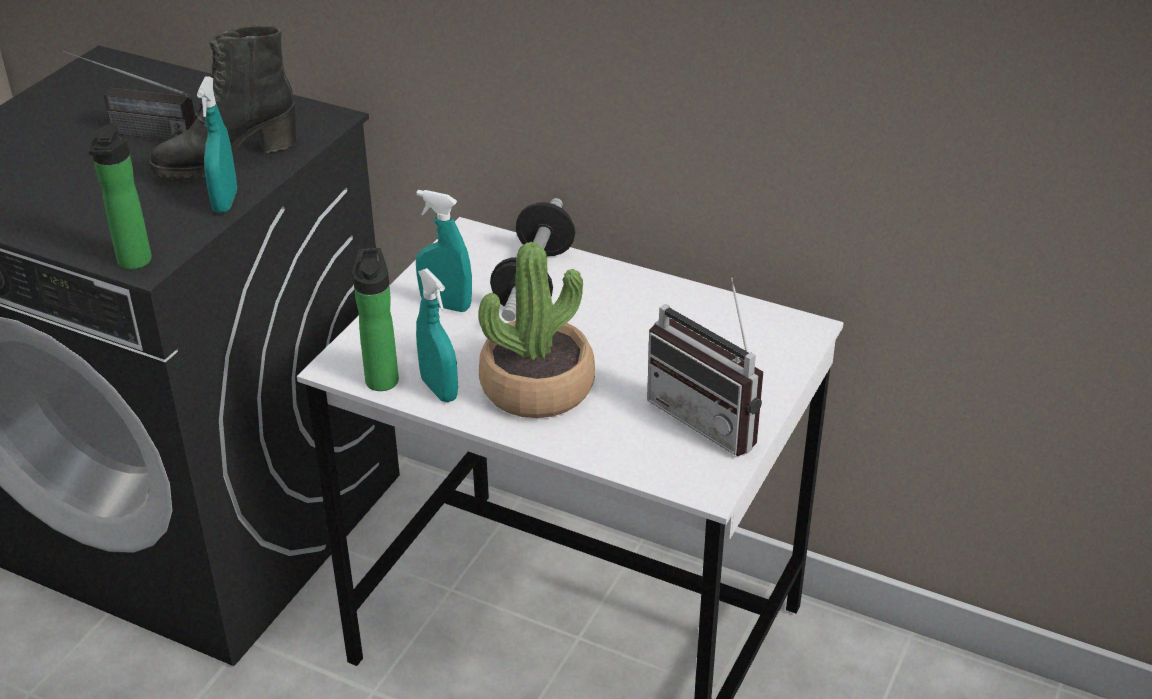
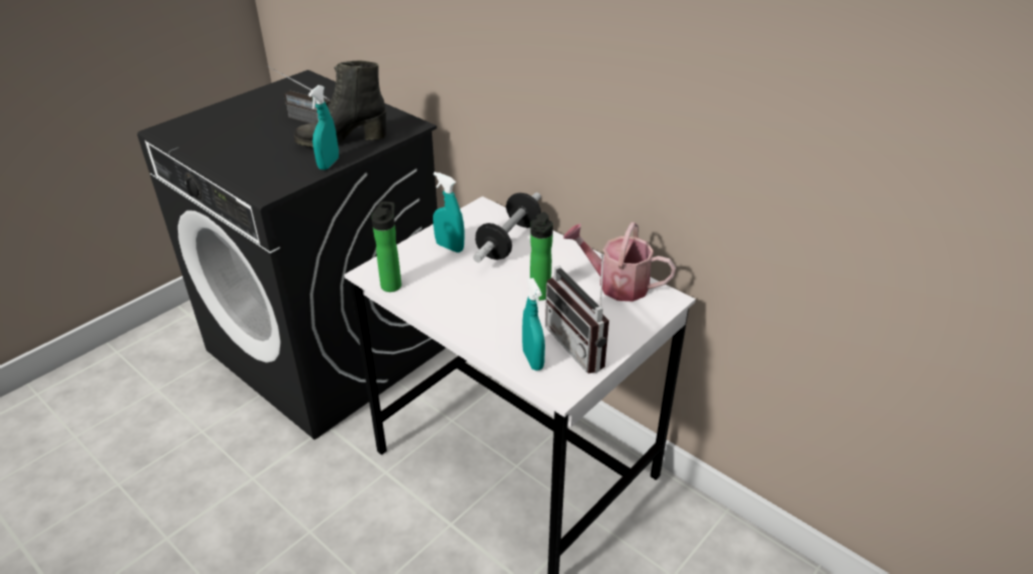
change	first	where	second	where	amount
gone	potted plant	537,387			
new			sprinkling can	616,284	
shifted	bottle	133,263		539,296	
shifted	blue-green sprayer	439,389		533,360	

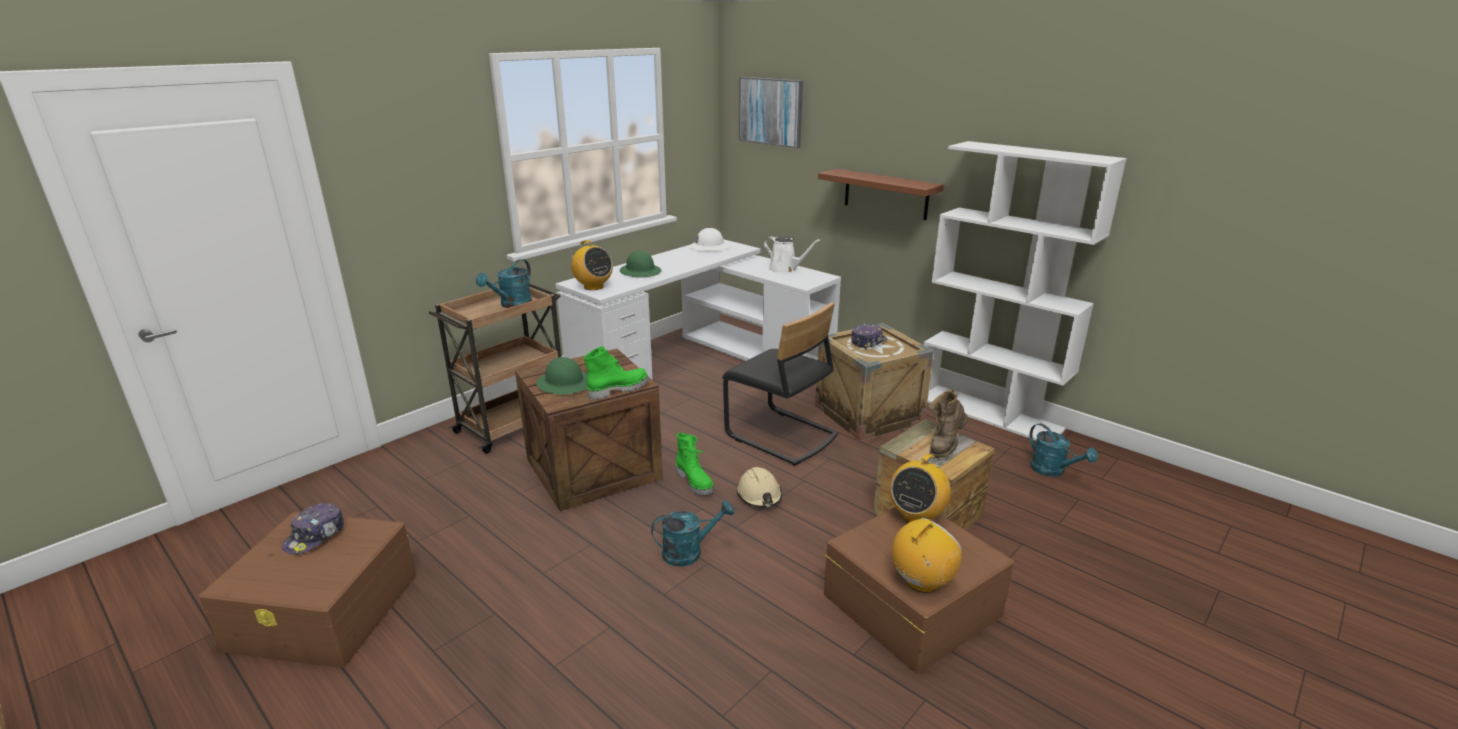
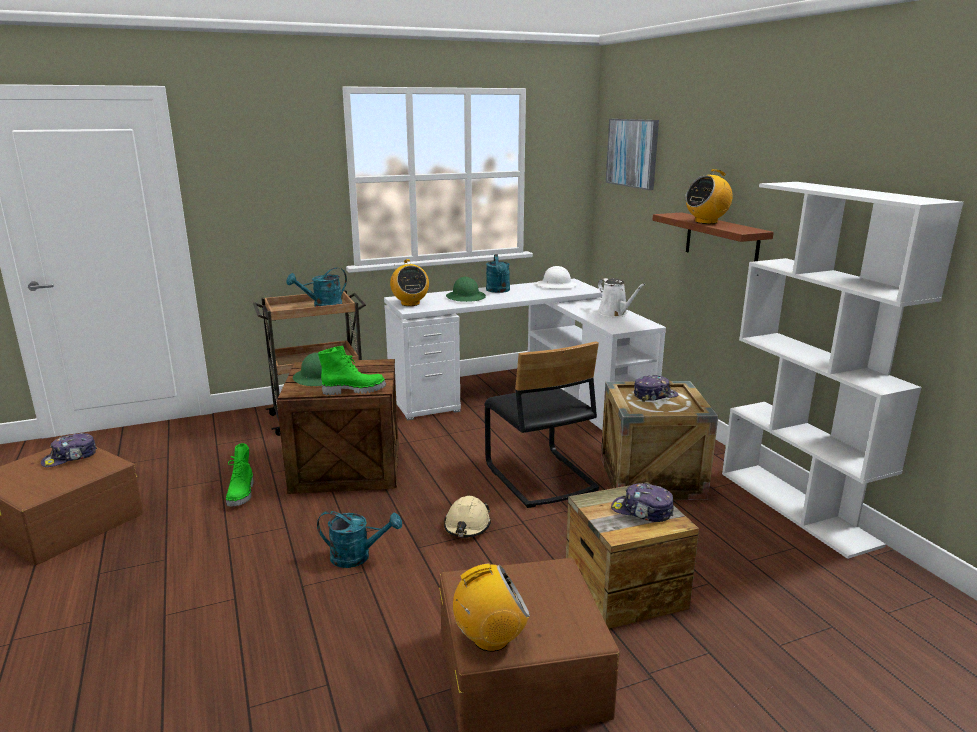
change	first	where	second	where	amount
shifted	greenish high-top boot	695,482		242,494	
shifted	radio set	916,516		706,222	
shifted	blue-green sprinkling can	1053,471		498,291	
swapped	brownish high-top boot	945,445	baseball cap	642,511	

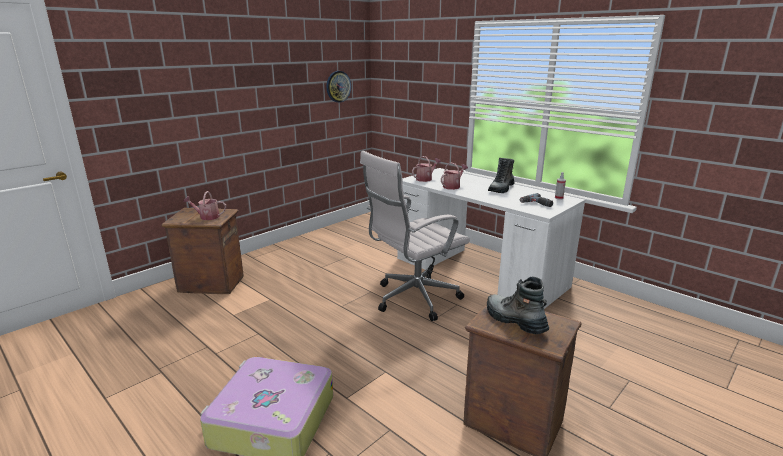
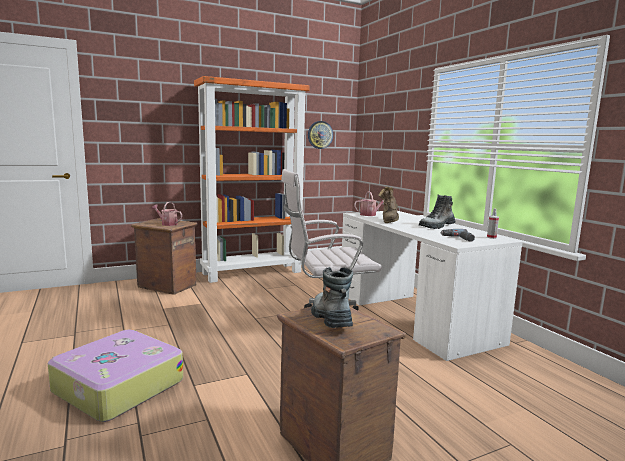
change	first	where	second	where	amount
new			orange-coloured shelving unit	253,272	
swapped	sprinkling can	453,186	brownish high-top boot	389,220	

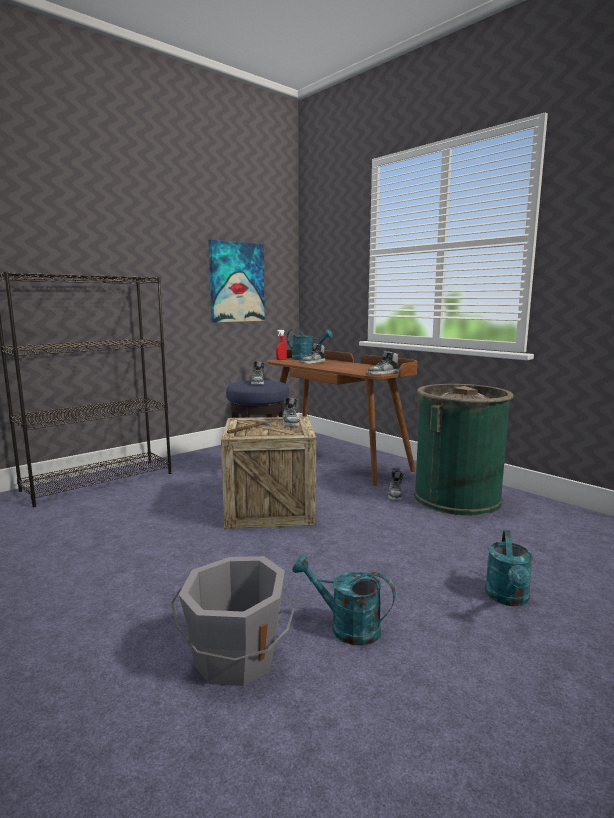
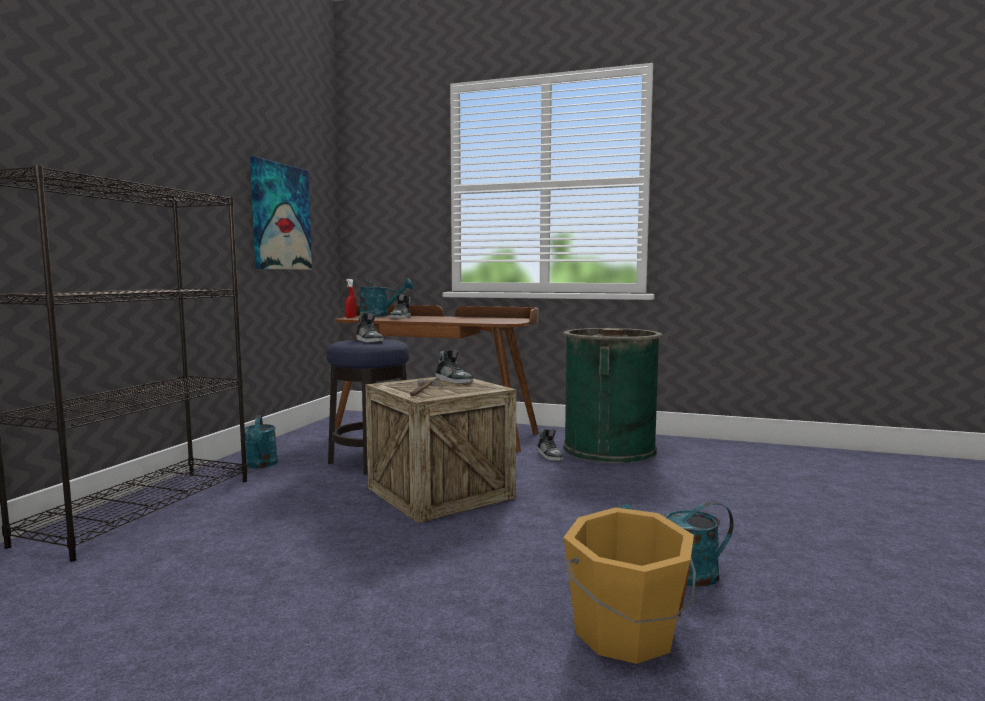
change	first	where	second	where	amount
gone	item of footwear	383,373			
shifted	blue-green sprinkling can	508,598		260,465	
repainted	greyish bucket	235,659	orange-coloured bucket	626,633	

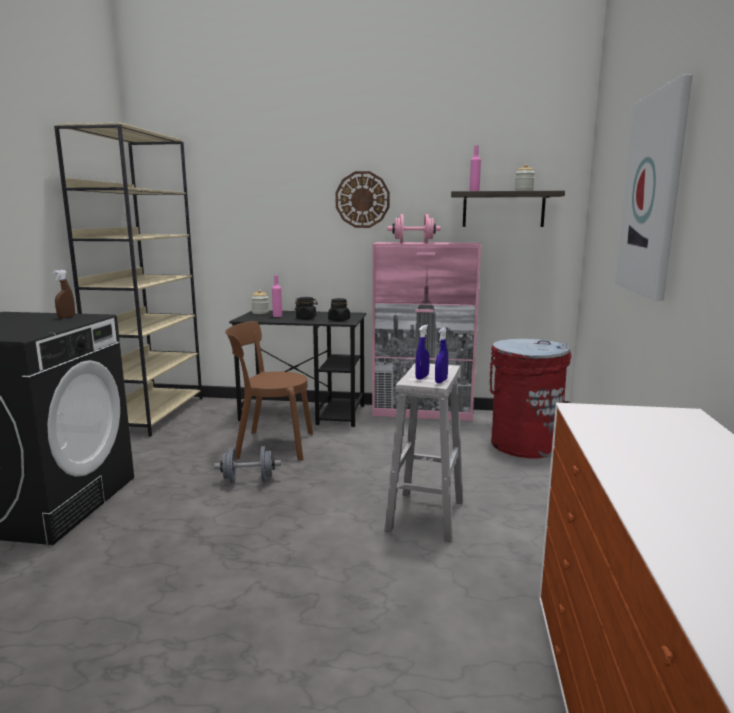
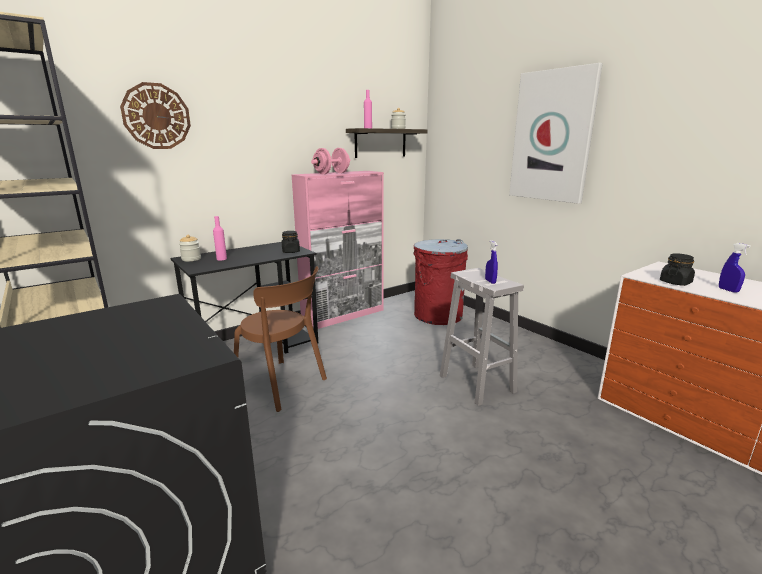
change	first	where	second	where	amount
gone	brownish sprayer	66,317			
gone	greyish dumbbell	248,480			
shifted	black-coloured preserve jar	306,318		675,282	
shifted	wall clock	362,199		156,116	
shifted	bluish sprayer	441,381		728,290	
rotated	brownish chair	270,445		283,386	105 degrees counterclockwise

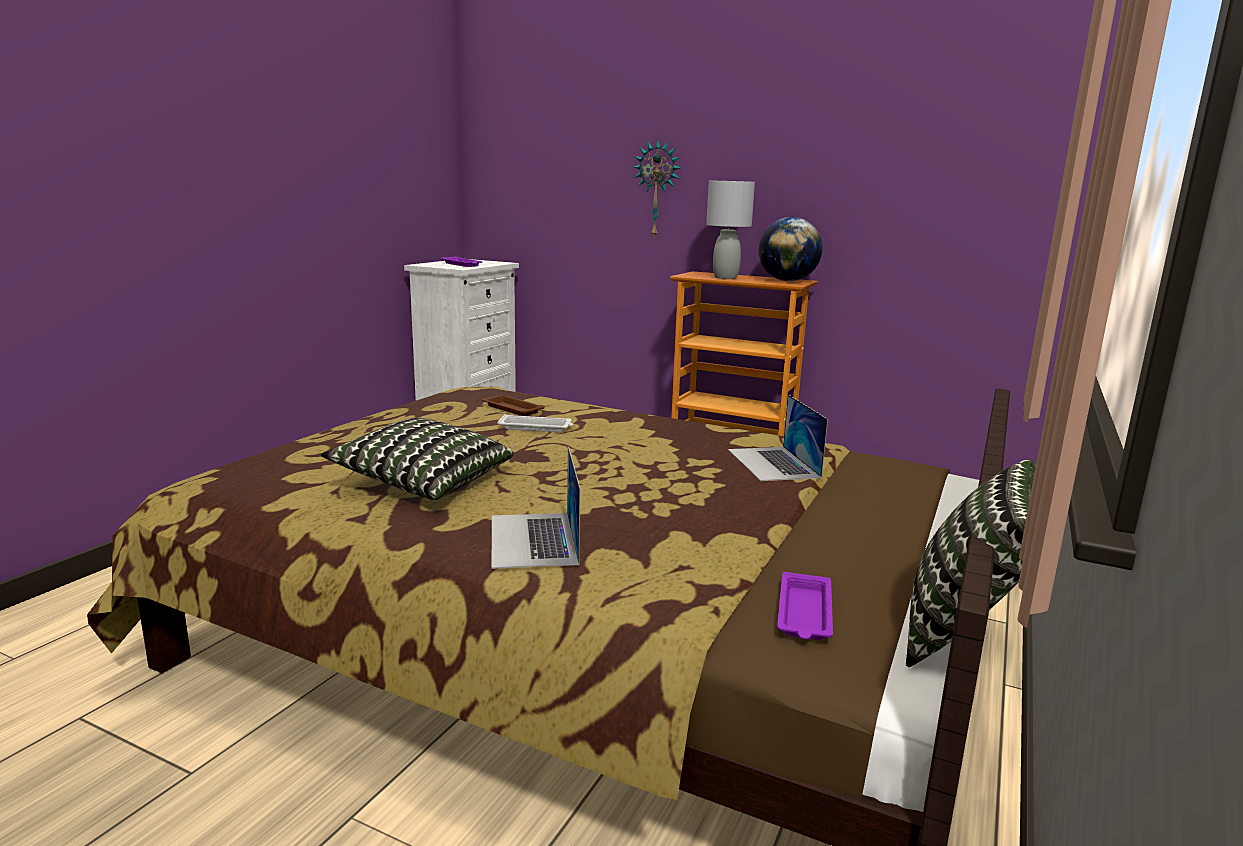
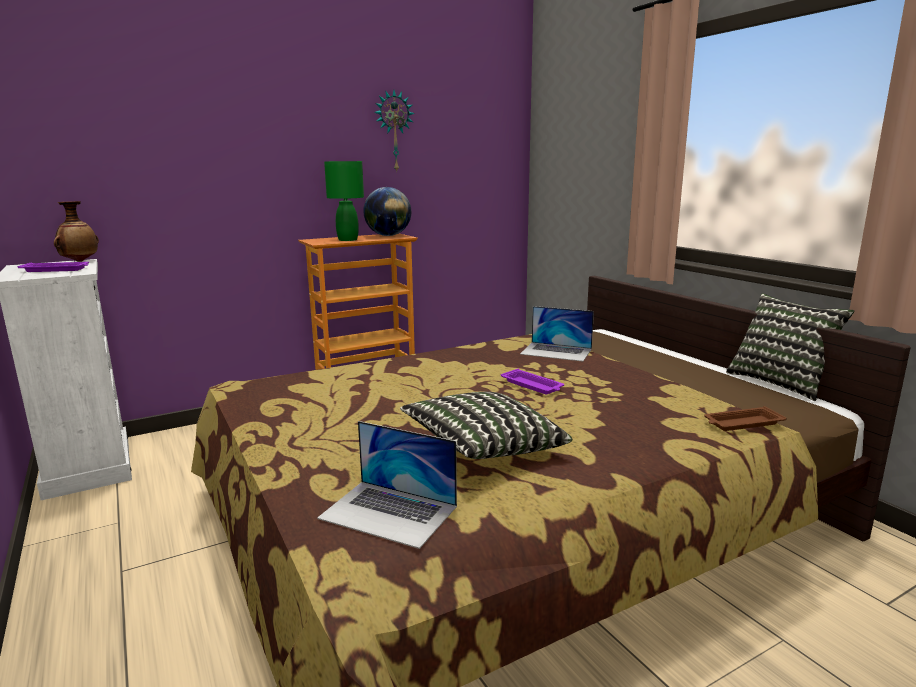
change	first	where	second	where	amount
gone	white carrying tray	536,427			
new			flower vase	79,261	
shifted	brownish carrying tray	512,409		742,423	
shifted	notebook computer	533,539		389,512	
shifted	wall clock	657,189		393,131	
shifted	purple-coloured carrying tray	804,614		532,385	
repainted	greyish tabletop lamp	725,277	greenish tabletop lamp	347,240	

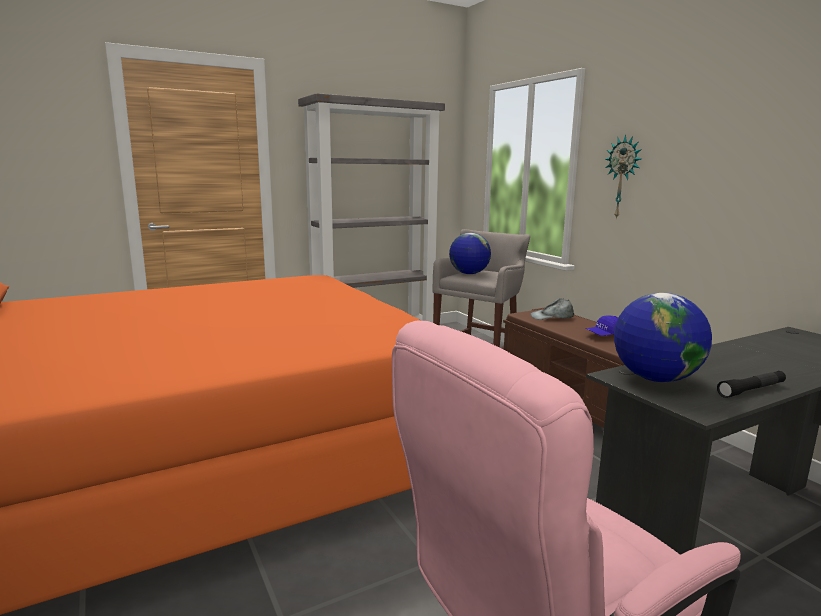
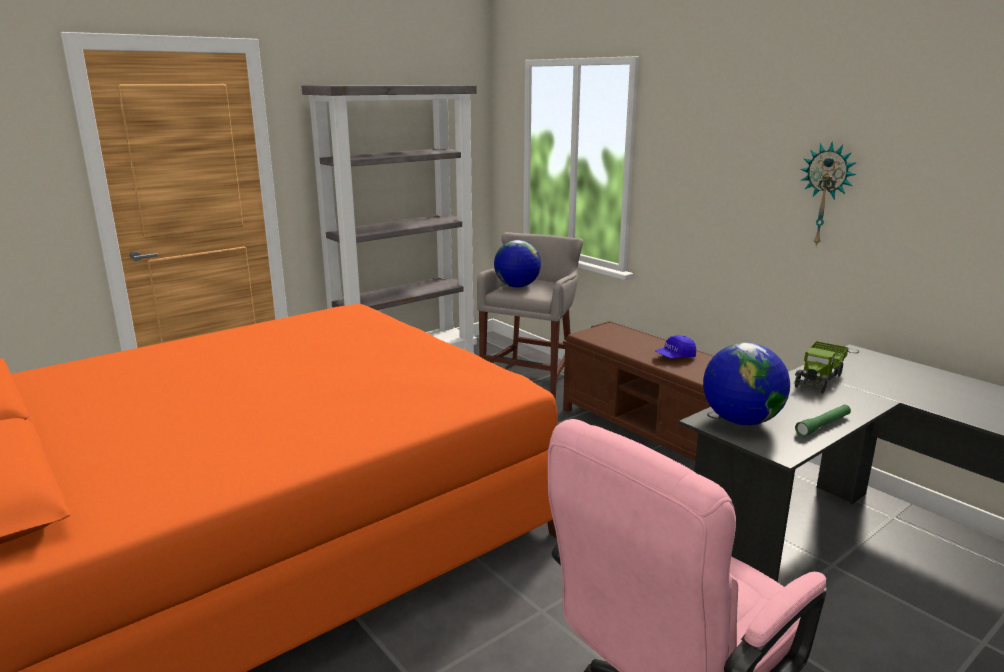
change	first	where	second	where	amount
gone	greyish baseball cap	552,316			
new			toy truck	819,379	
shifted	wall clock	623,177		826,195	
repainted	black-coloured flashlight	751,390	greenish flashlight	823,425	

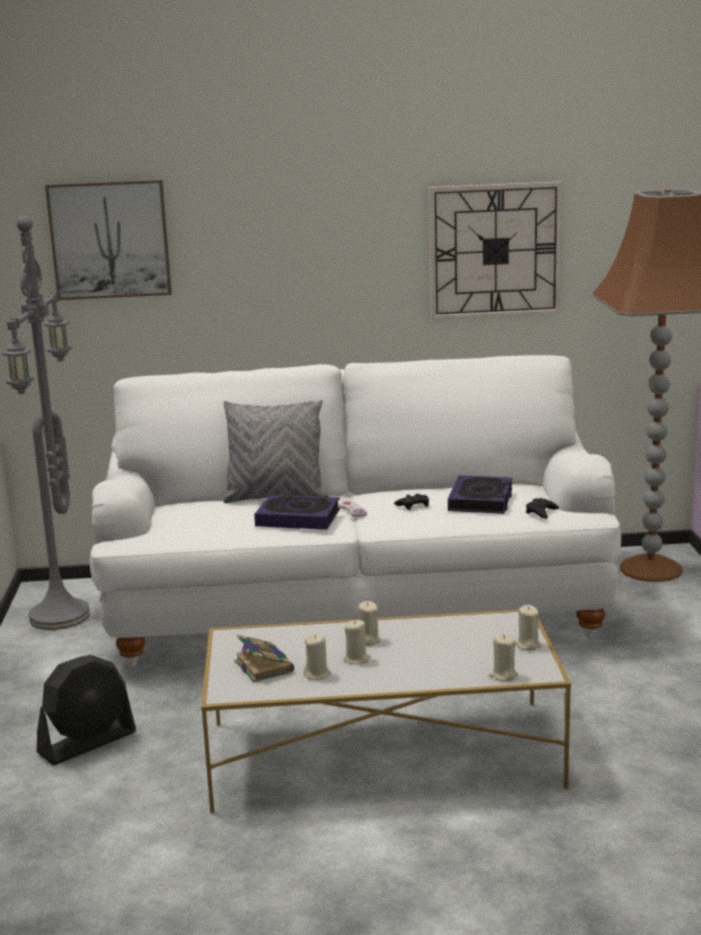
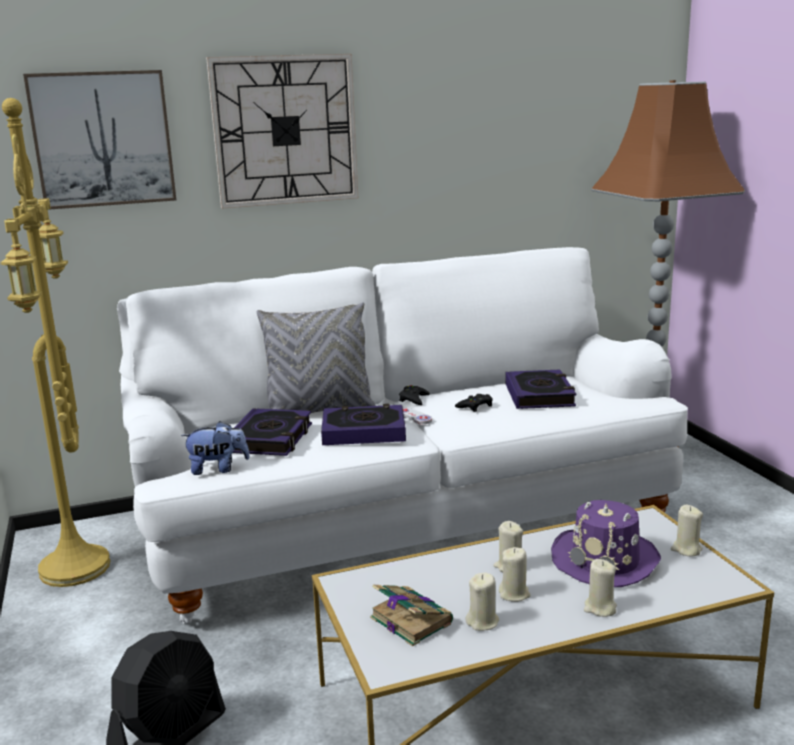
change	first	where	second	where	amount
new			soft toy	218,469	
new			volume	270,438	
new			purple-coloured wearable hat	606,559	
shifted	wall clock	495,251		285,131	
shifted	sand-coloured wax candle	503,675		600,608	
shifted	black-coloured game controller	541,512		414,399	
repainted	greyish standing lamp	63,617	yellow-coloured standing lamp	79,569	

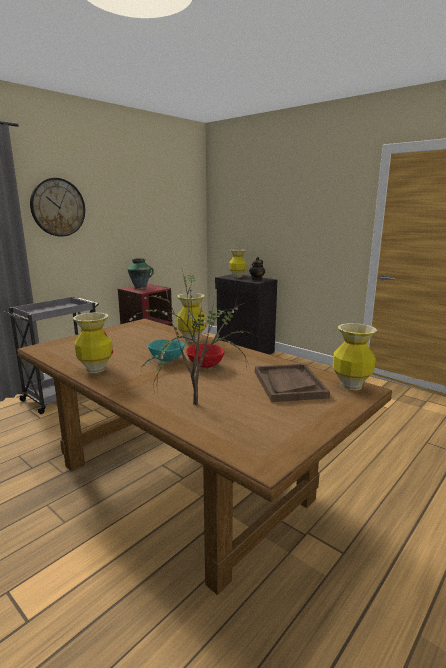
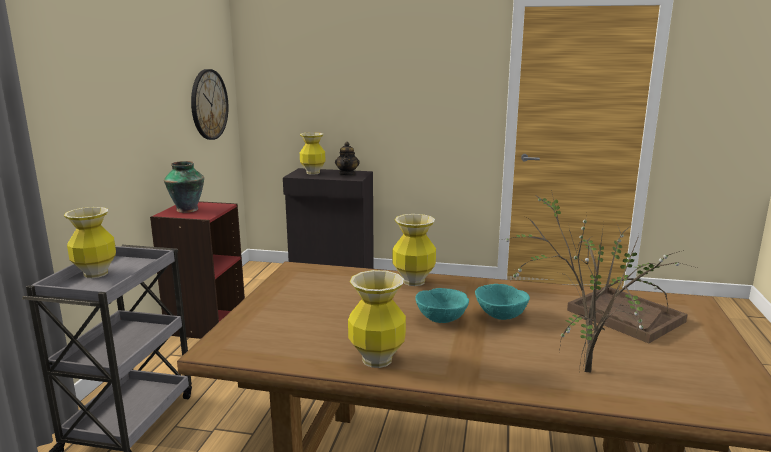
change	first	where	second	where	amount
shifted	wall clock	58,207		209,104	
shifted	flower vase	350,385		95,274	
repainted	reddish deep dish	205,365	blue-green deep dish	500,316	

